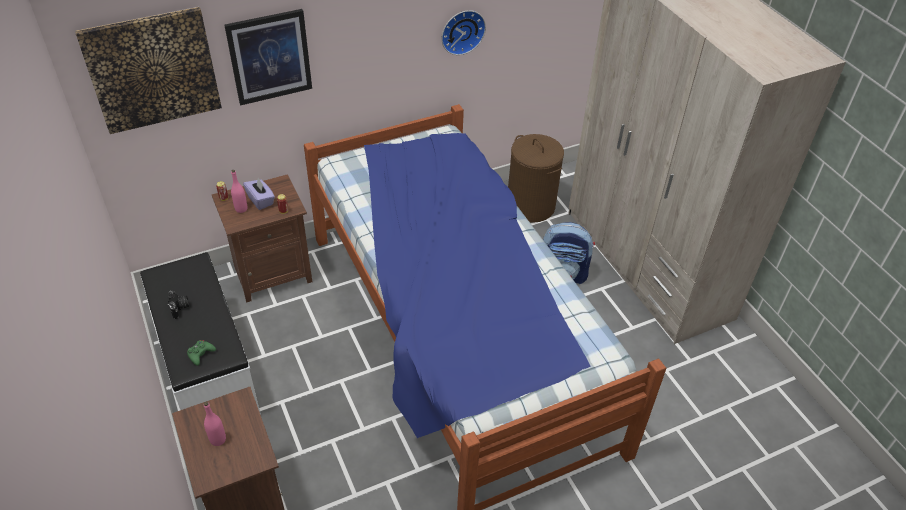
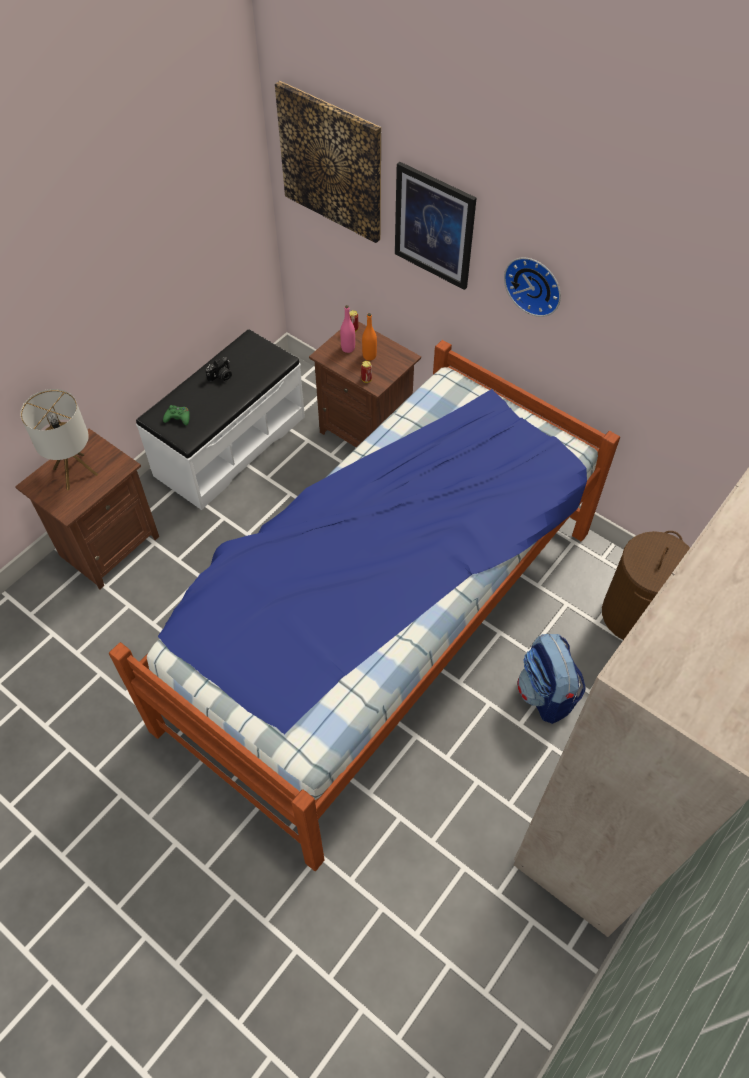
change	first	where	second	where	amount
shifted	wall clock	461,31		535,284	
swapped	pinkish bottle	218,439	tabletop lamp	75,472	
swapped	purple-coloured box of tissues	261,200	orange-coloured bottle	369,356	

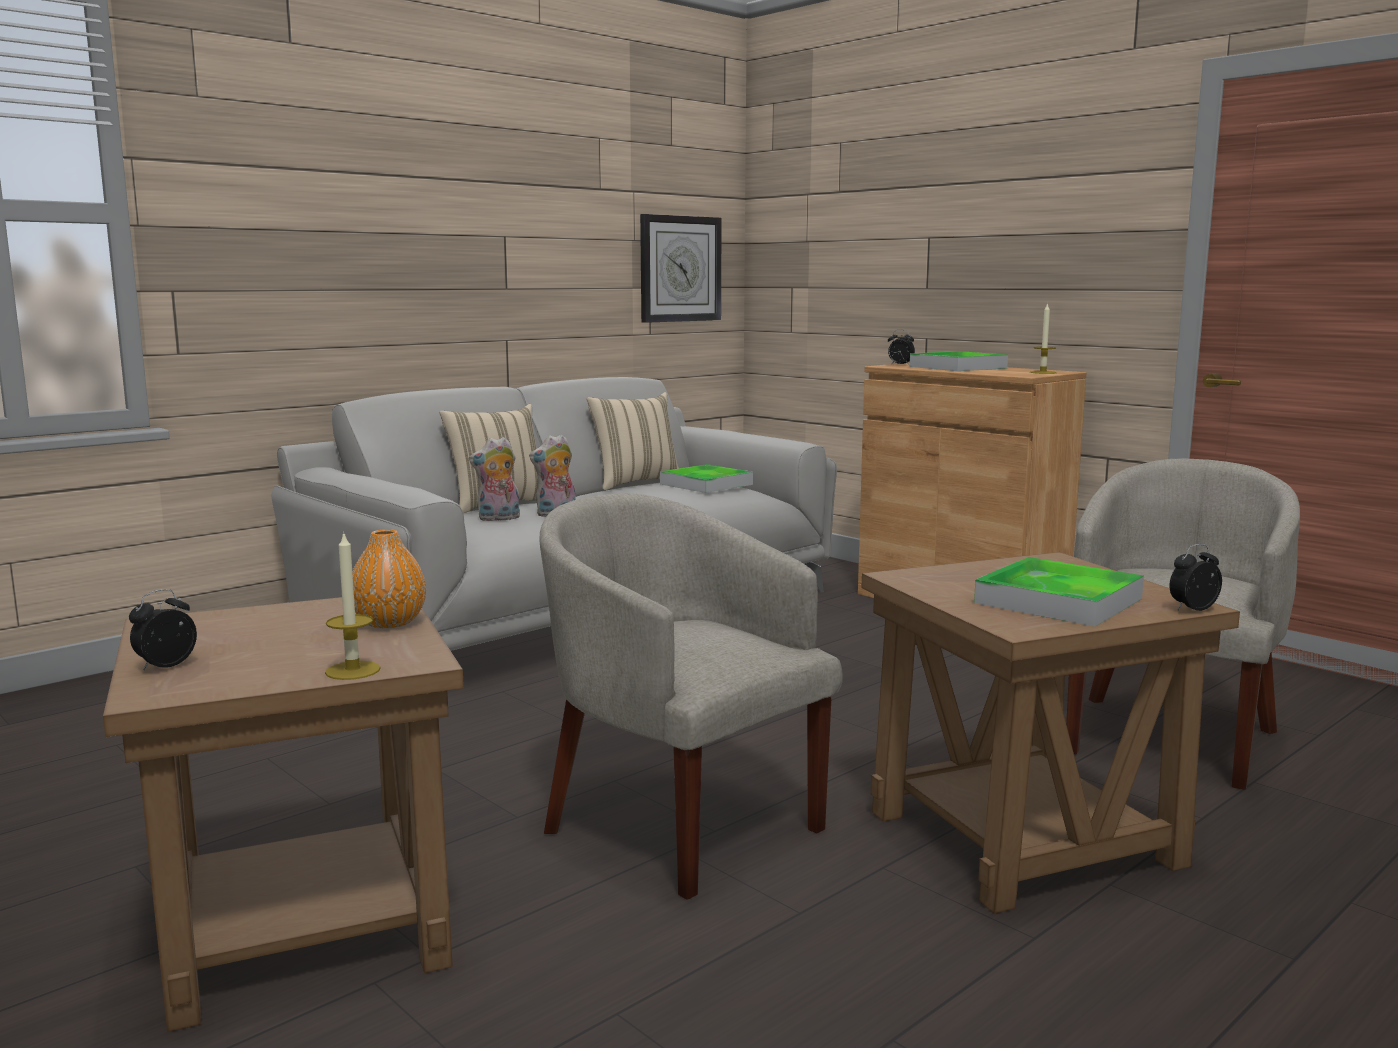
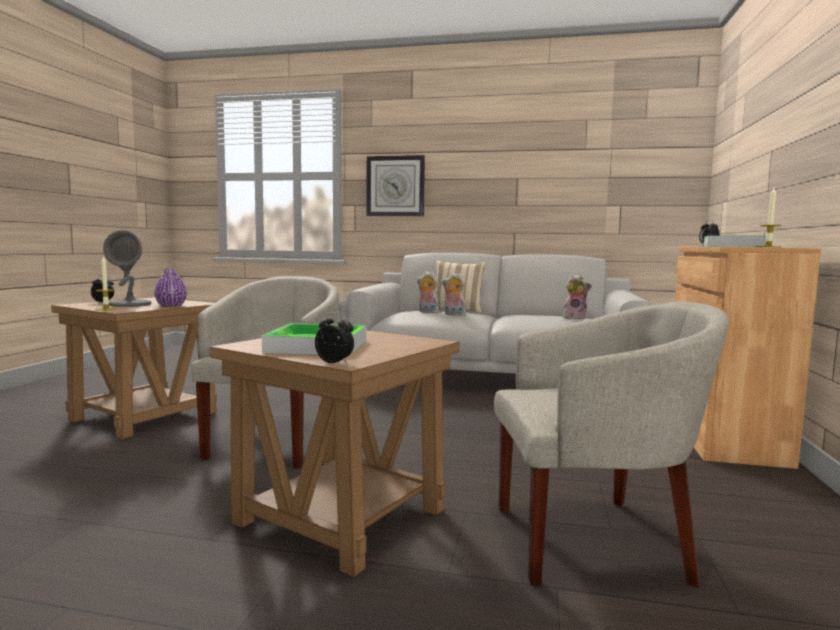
change	first	where	second	where	amount
gone	sand-coloured cushion	635,483			
new			greyish tabletop lamp	130,304	
shifted	wall clock	680,269		395,186	
swapped	carrying tray	706,484	soft toy	575,318	
repainted	orange-coloured flower vase	389,622	purple-coloured flower vase	171,306	

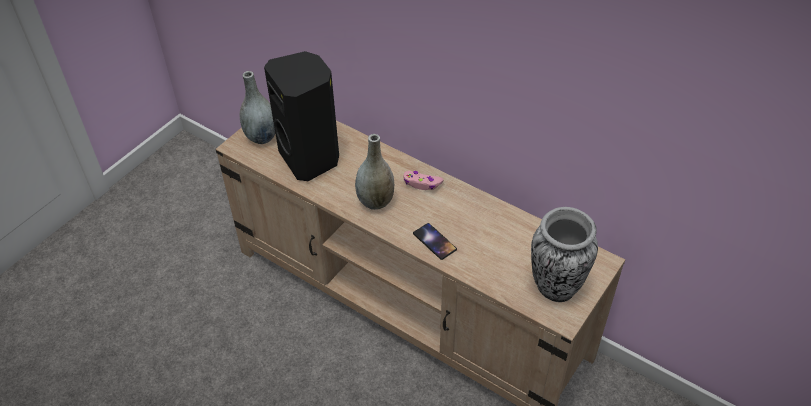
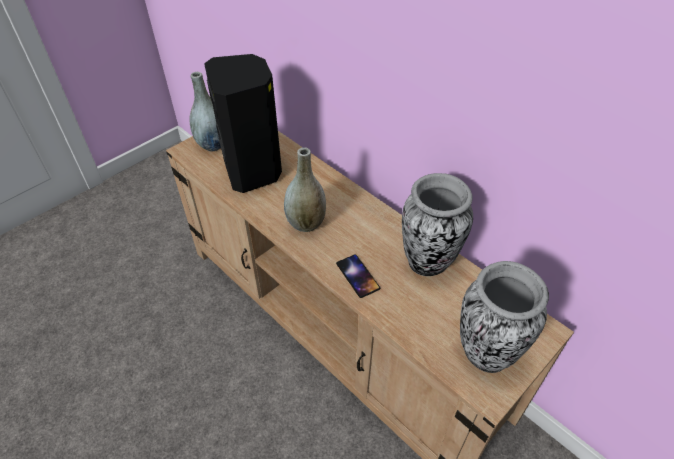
change	first	where	second	where	amount
gone	pinkish game controller	422,183			
new			flower vase	428,263	

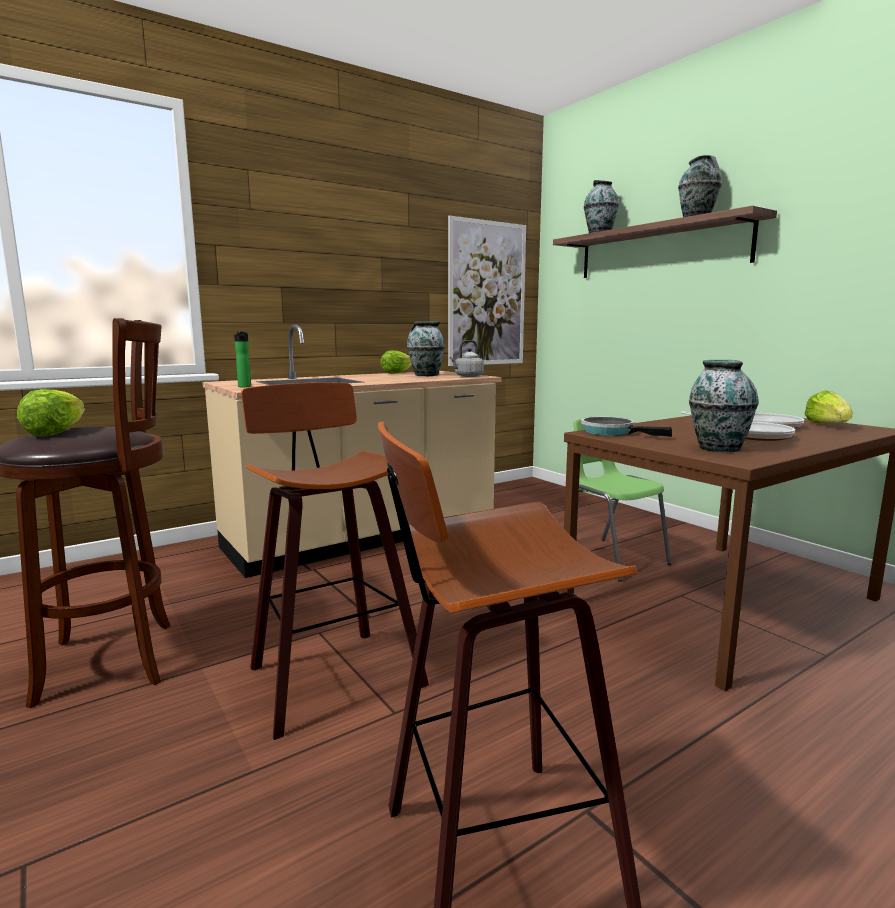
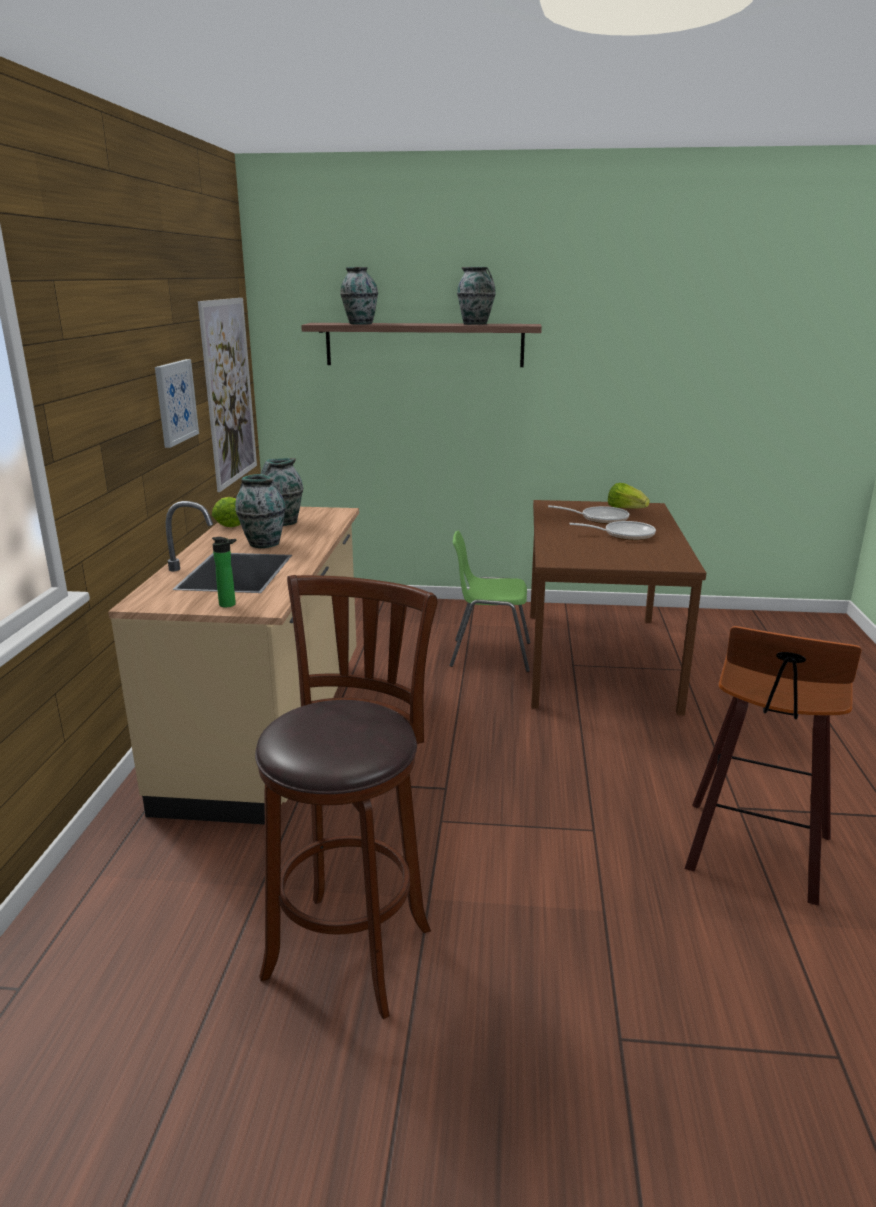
change	first	where	second	where	amount
gone	lettuce	56,433			
gone	sitting stool	329,675			
gone	greyish kettle	467,376			
gone	skillet	612,432			
new			wall art	175,402	
shifted	flower vase	718,448		263,543	

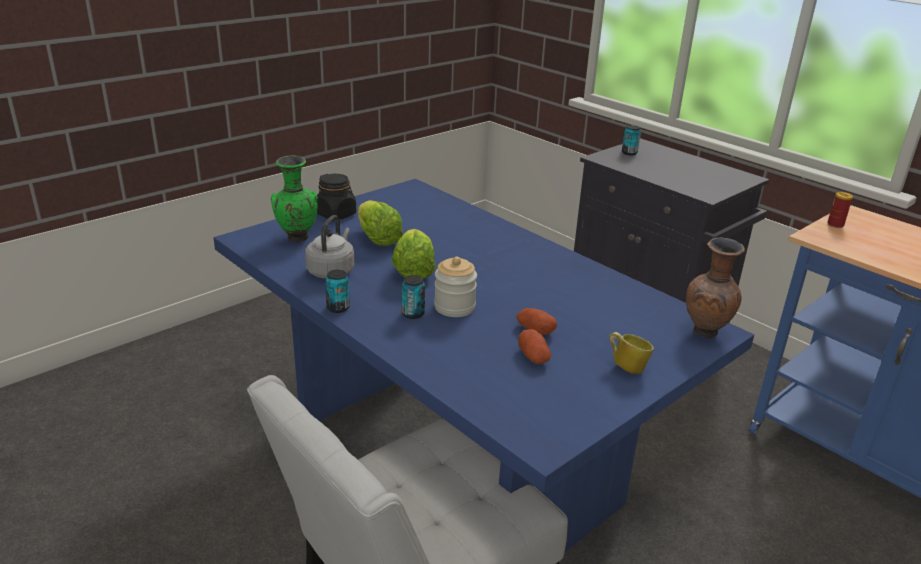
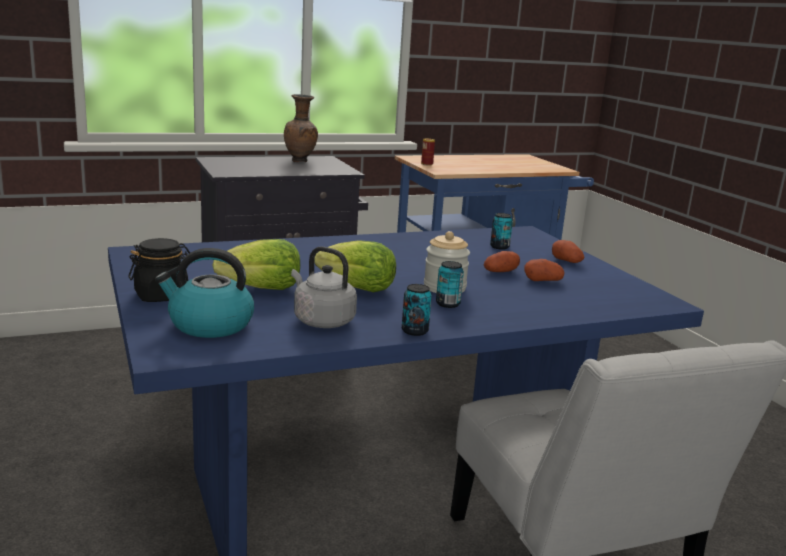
change	first	where	second	where	amount
shifted	metal can	629,153		499,247	
shifted	brownish flower vase	706,333		300,161	
swapped	greenish flower vase	296,238	kettle	209,325	
swapped	coffee mug	626,367	spud	566,261	

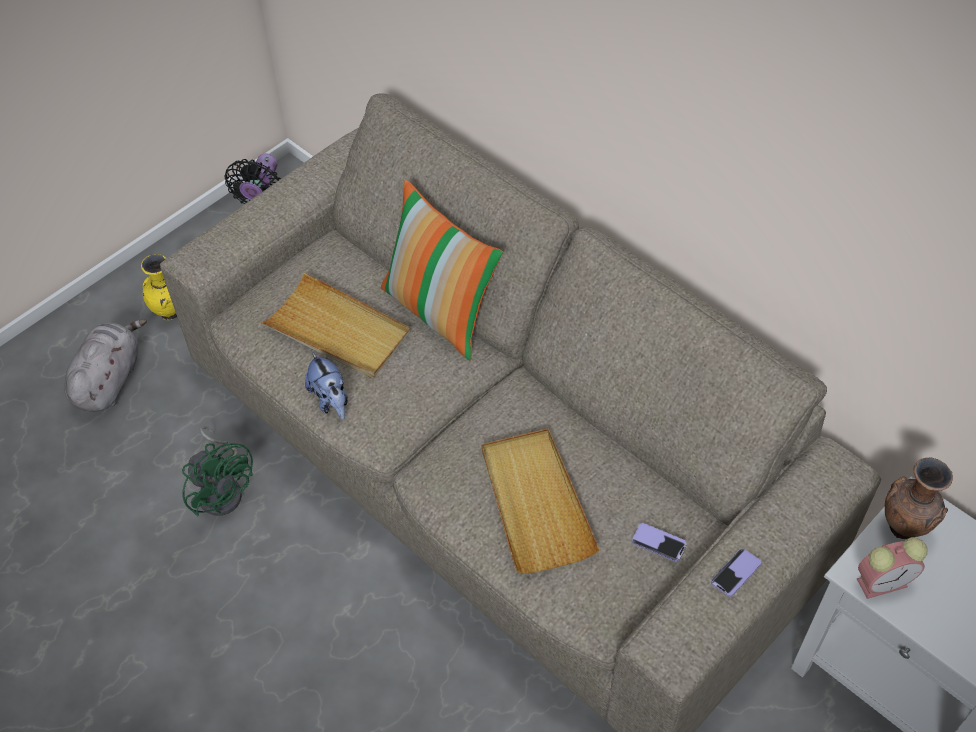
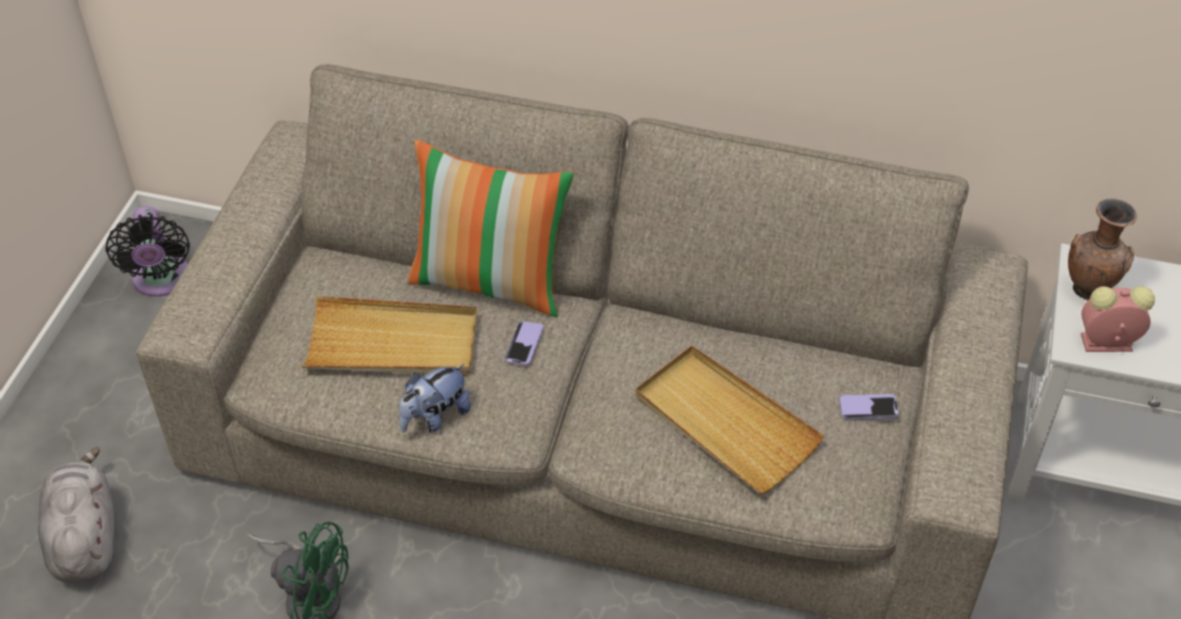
change	first	where	second	where	amount
gone	yellow-coloured flower vase	171,314			
shifted	handset	735,573		524,344	
rotated	soft toy	331,400		435,417	105 degrees clockwise
rotated	bedside clock	883,581		1104,343	135 degrees counterclockwise

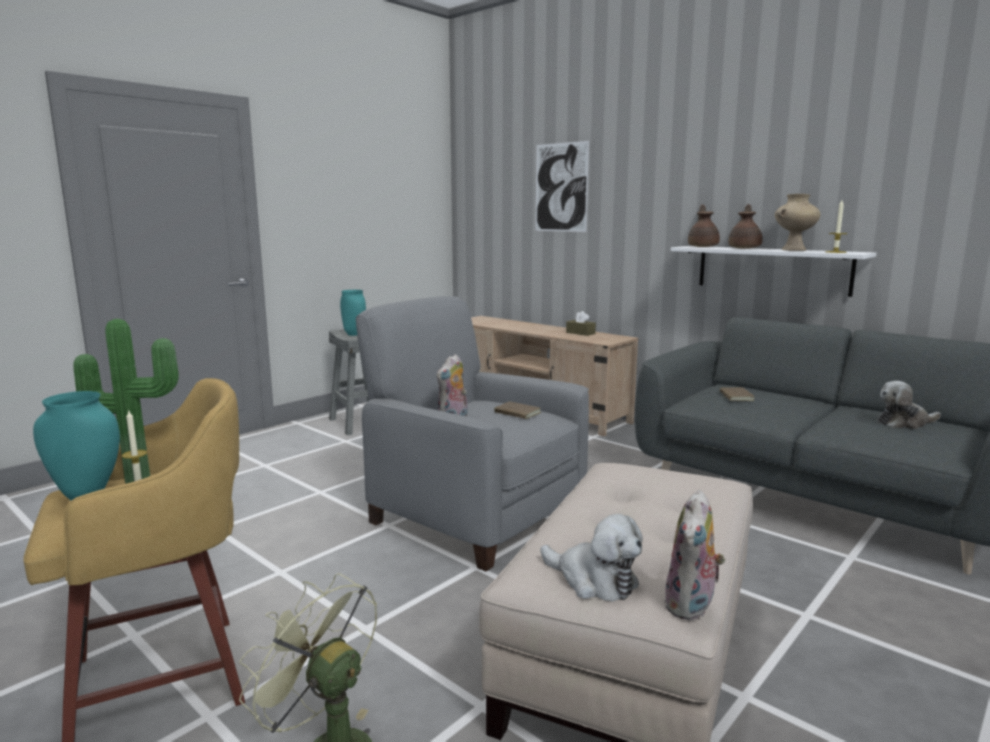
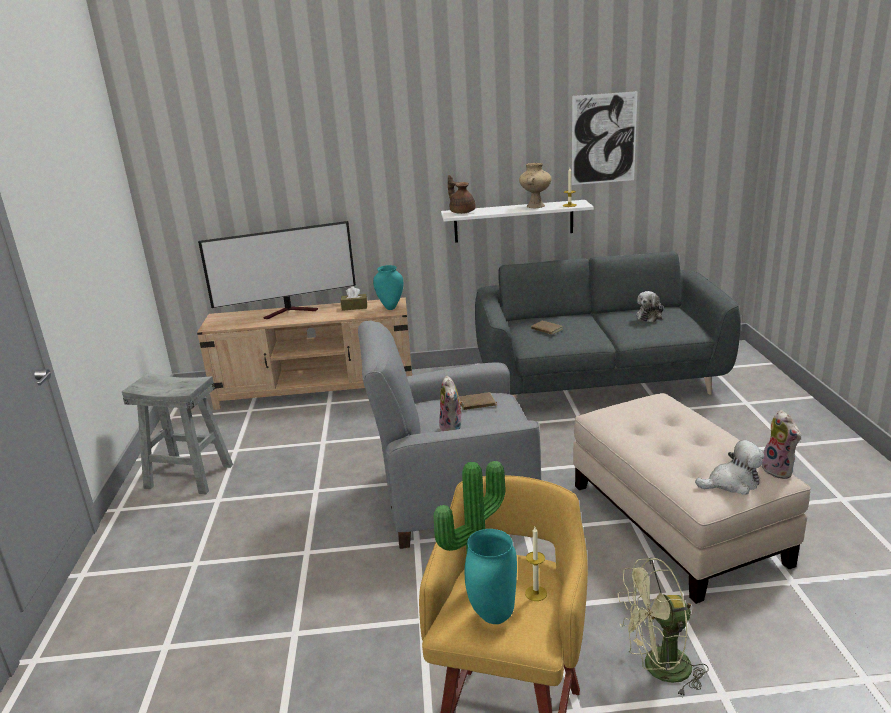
change	first	where	second	where	amount
gone	brownish pot for tea	745,248			
new			TV set	291,311	
shifted	blue-green flower vase	355,334		391,307	
shifted	wall art	561,187		603,139	

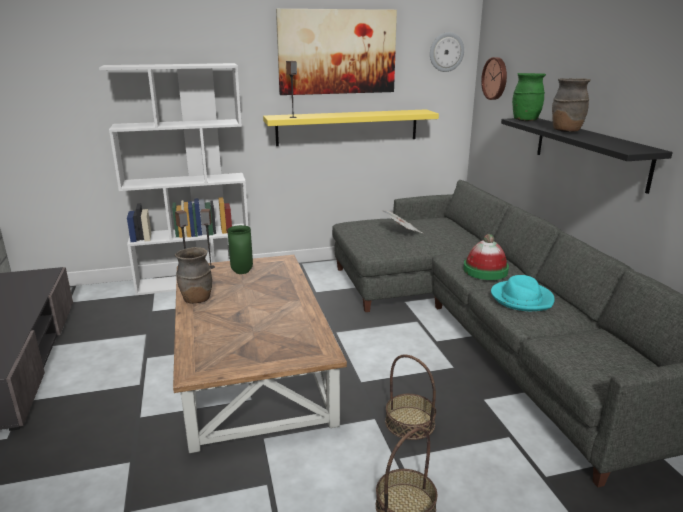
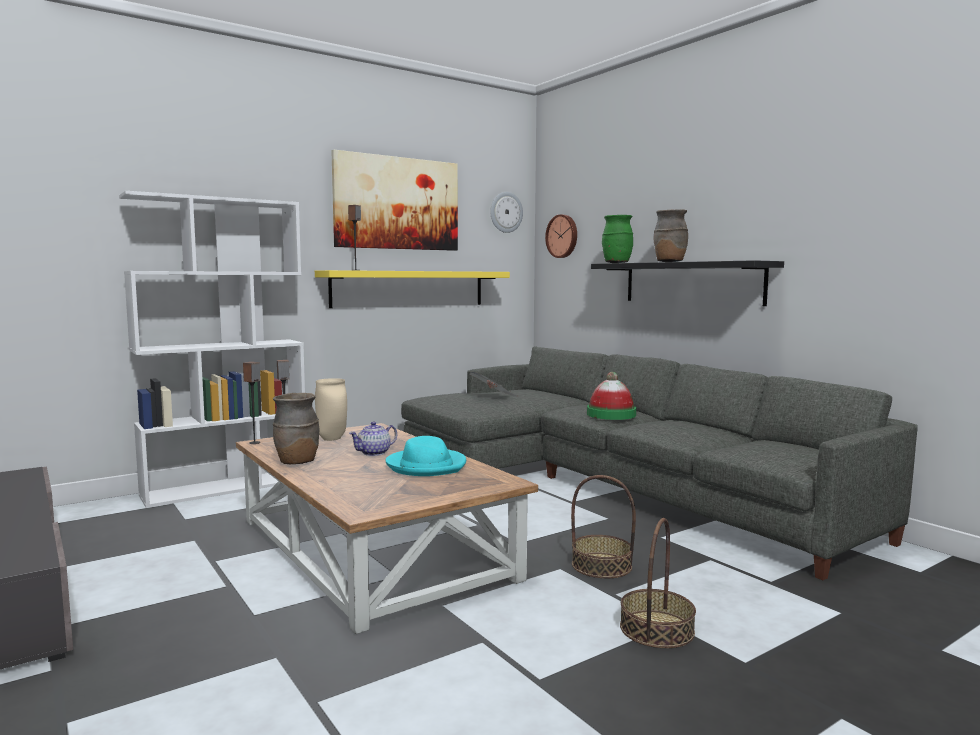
change	first	where	second	where	amount
new			pot for tea	374,453	
shifted	blue-green wearable hat	522,298		426,466	
repainted	greenish flower vase	241,272	sand-coloured flower vase	331,439	

